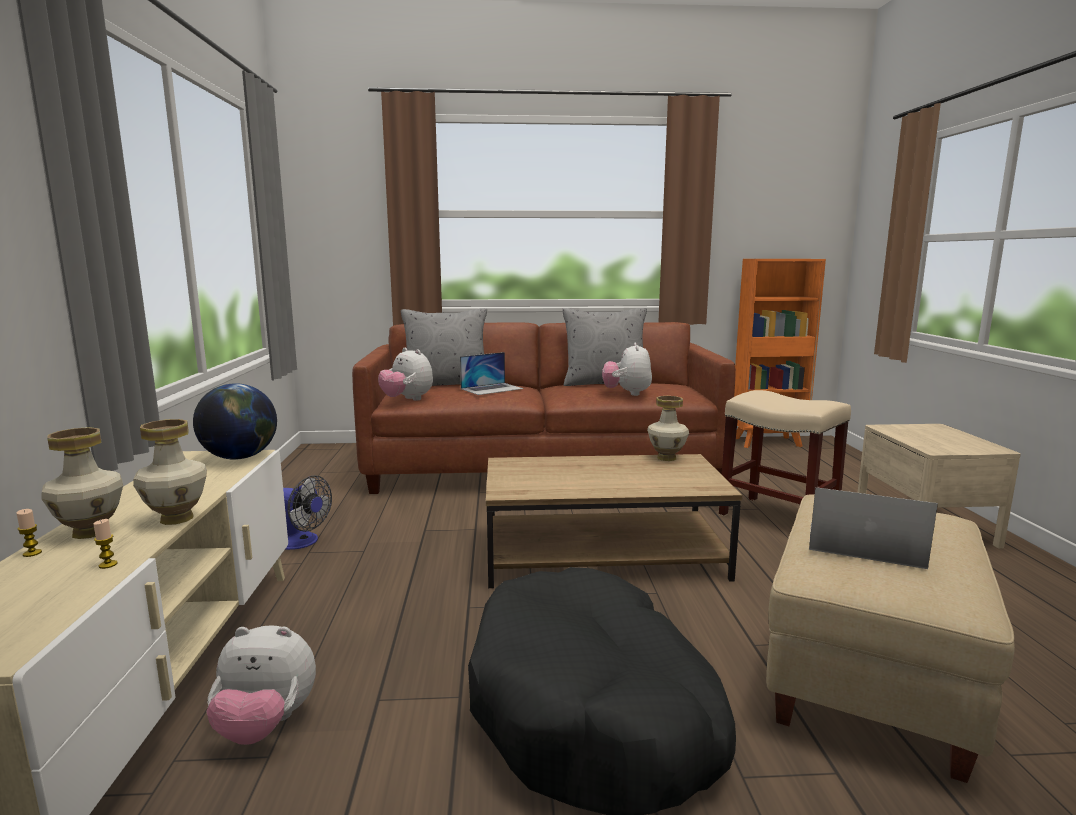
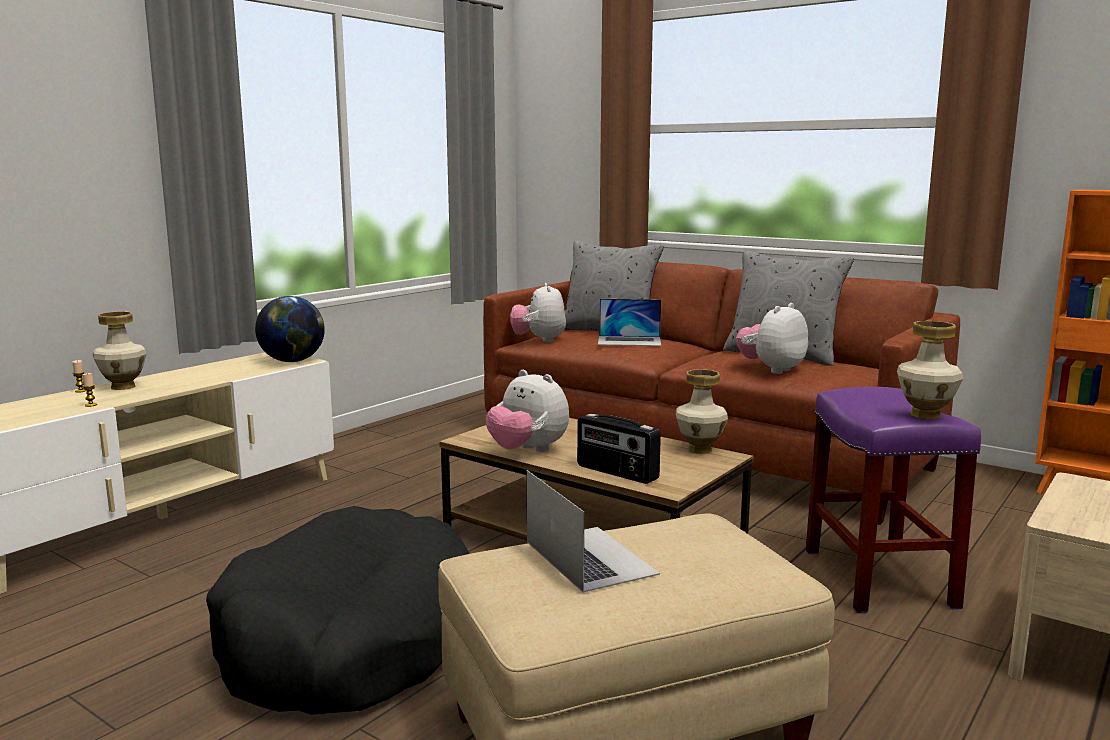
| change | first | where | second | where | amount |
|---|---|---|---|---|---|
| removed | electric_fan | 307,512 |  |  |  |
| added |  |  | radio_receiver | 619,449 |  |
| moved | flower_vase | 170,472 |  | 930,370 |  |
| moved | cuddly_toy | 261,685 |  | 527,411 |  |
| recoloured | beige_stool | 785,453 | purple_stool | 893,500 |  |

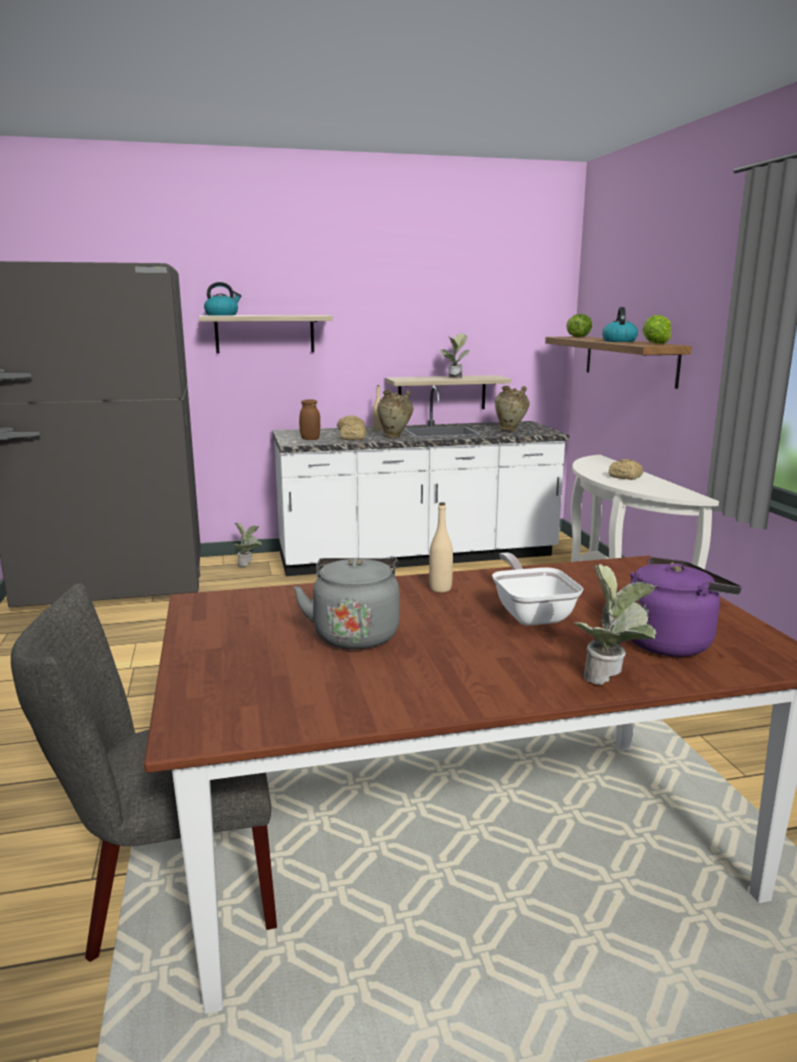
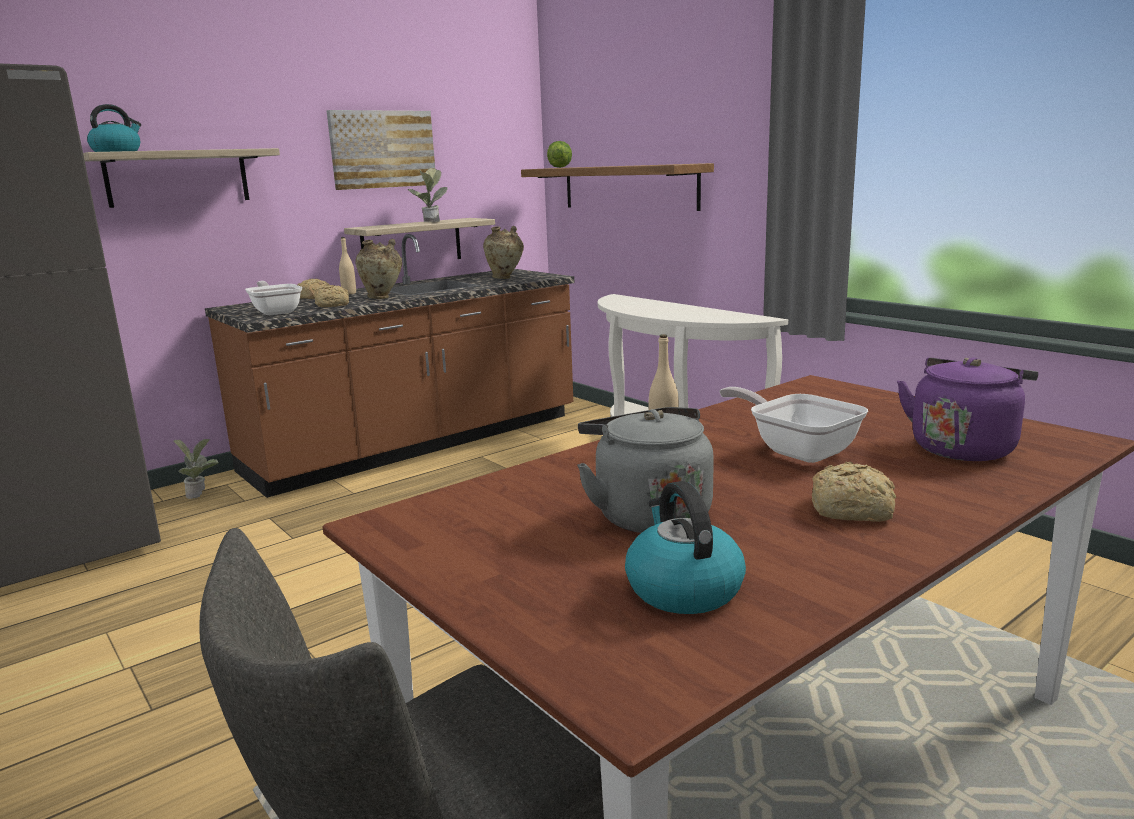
| change | first | where | second | where | amount |
|---|---|---|---|---|---|
| removed | houseplant | 615,624 |  |  |  |
| removed | lettuce_head | 656,329 |  |  |  |
| added |  |  | picture | 382,150 |  |
| moved | water_kettle | 620,324 |  | 685,547 |  |
| moved | bread | 626,469 |  | 854,492 |  |
| replaced | brown_preserve_jar | 309,420 | pan | 273,298 |  |
| recoloured | white-coloured_kitchen_base_unit | 420,481 | brown_kitchen_base_unit | 389,366 |  |

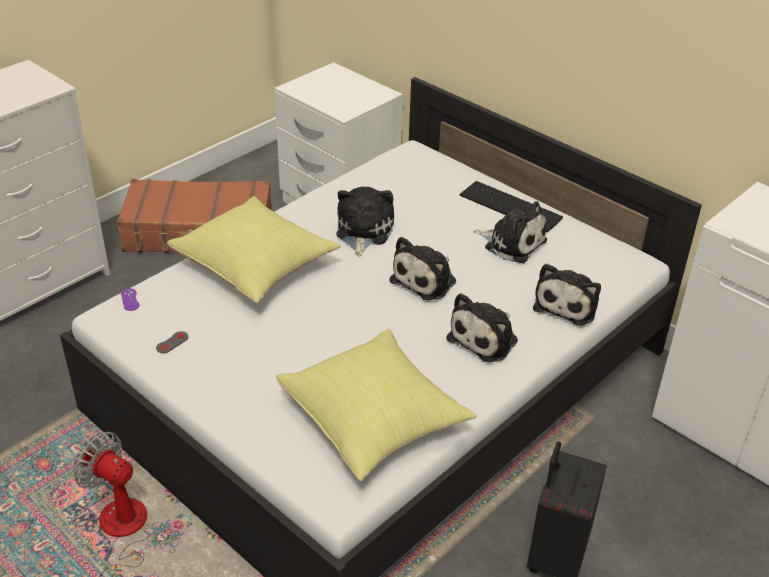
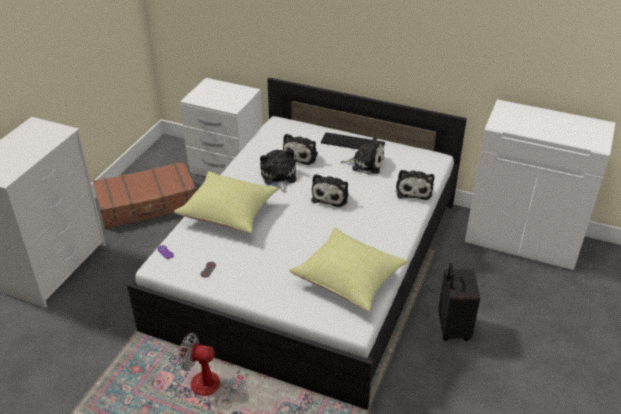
| change | first | where | second | where | amount |
|---|---|---|---|---|---|
| moved | cuddly_toy | 482,327 |  | 300,149 |  |

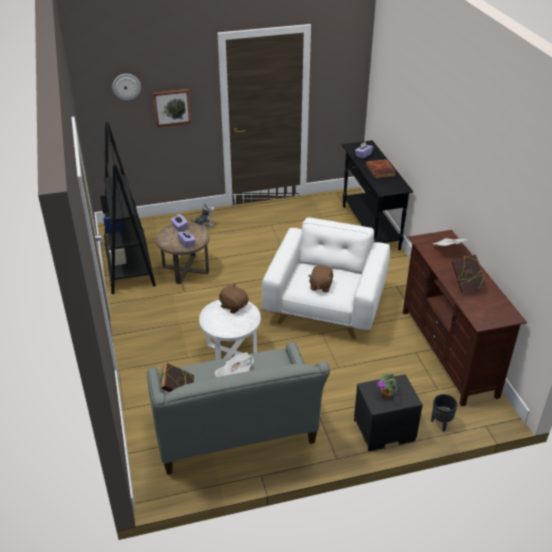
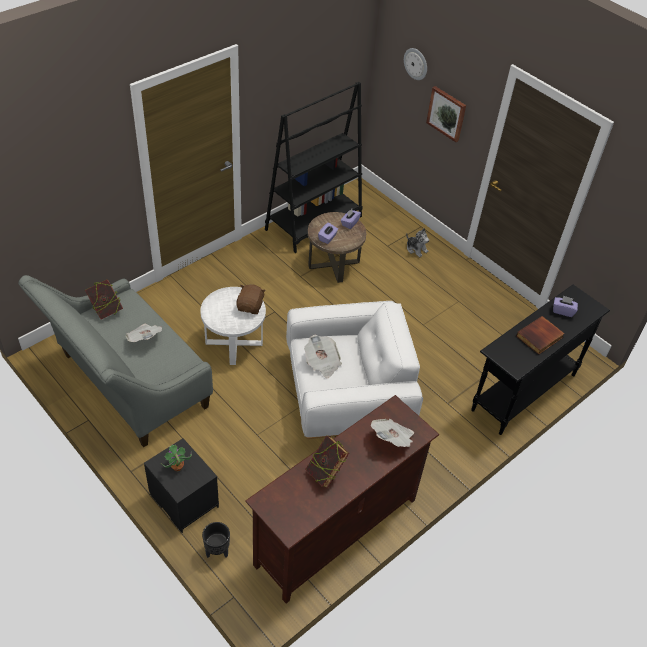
| change | first | where | second | where | amount |
|---|---|---|---|---|---|
| replaced | brown_cuddly_toy | 320,278 | daily_paper | 323,356 |  |

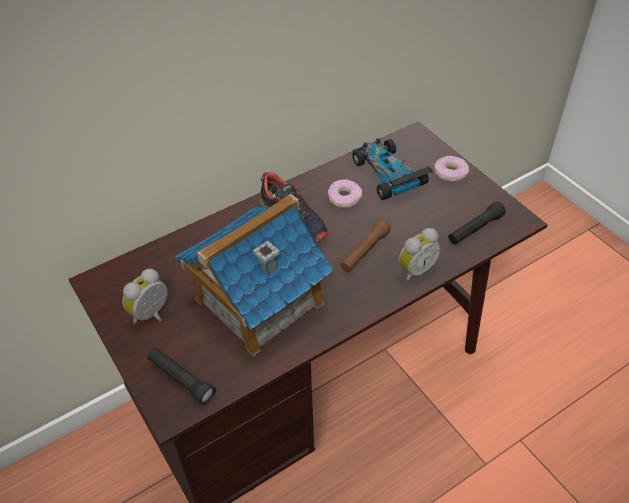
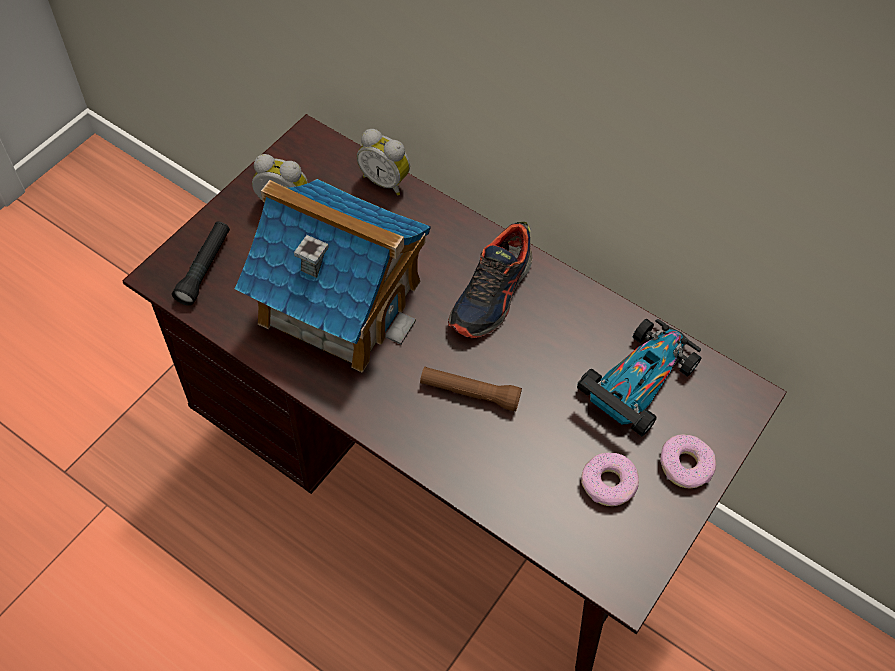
| change | first | where | second | where | amount |
|---|---|---|---|---|---|
| removed | black-coloured_flashlight | 477,223 |  |  |  |
| moved | doughnut | 345,193 |  | 610,479 |  |
| moved | bedside_clock | 420,255 |  | 383,162 |  |

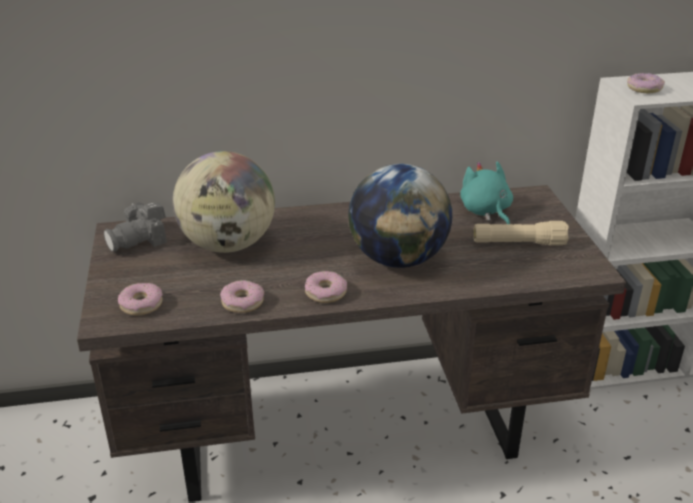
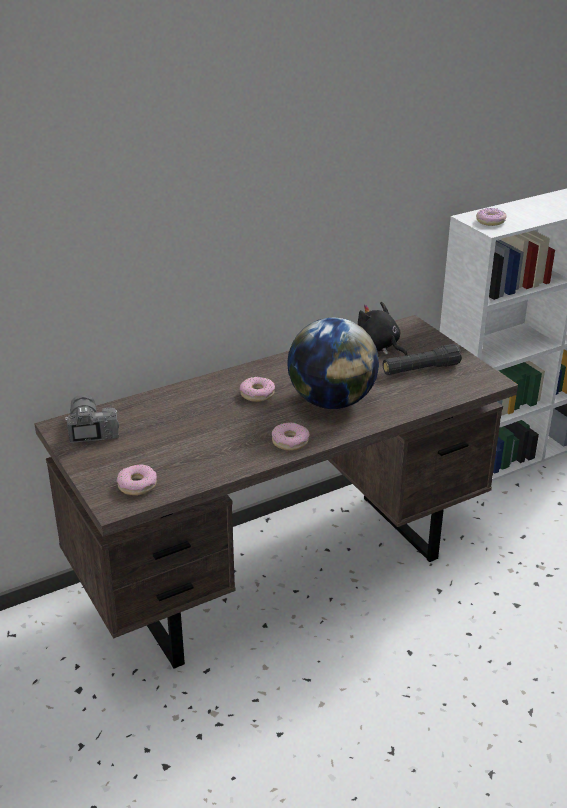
| change | first | where | second | where | amount |
|---|---|---|---|---|---|
| removed | desk_globe | 224,202 |  |  |  |
| moved | doughnut | 242,296 |  | 257,389 |  |
| recoloured | turquoise-coloured_cuddly_toy | 486,192 | black-coloured_cuddly_toy | 382,329 |  |
| recoloured | beige_flashlight | 521,233 | black-coloured_flashlight | 422,359 |  |
| turned | photo_camera | 135,227 |  | 92,419 | 135 degrees clockwise |

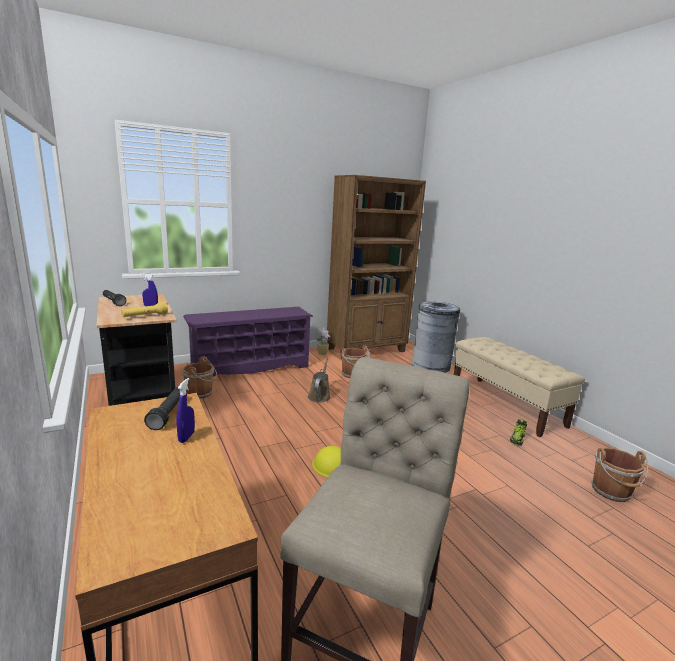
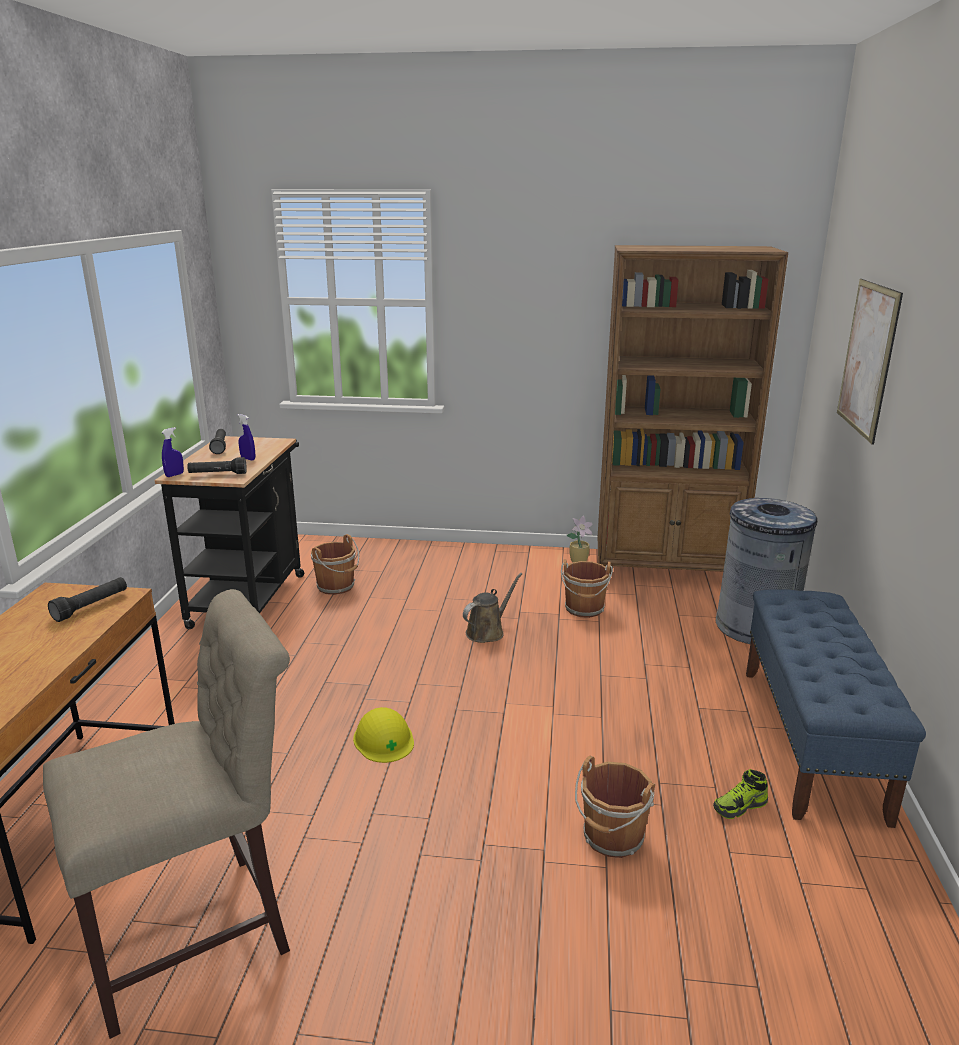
| change | first | where | second | where | amount |
|---|---|---|---|---|---|
| removed | purple_shoe_stand | 248,341 |  |  |  |
| added |  |  | picture | 870,362 |  |
| moved | bluish_hand_sprayer | 185,410 |  | 172,452 |  |
| moved | brown_bucket | 620,475 |  | 615,807 |  |
| recoloured | yellowish_flashlight | 144,309 | black-coloured_flashlight | 217,465 |  |
| recoloured | beige_long_seat | 519,387 | bluish_long_seat | 836,708 |  |

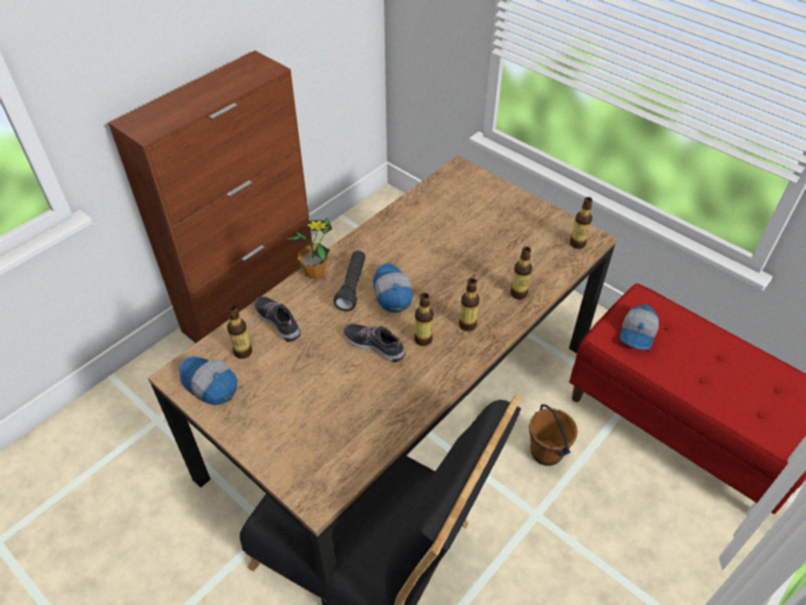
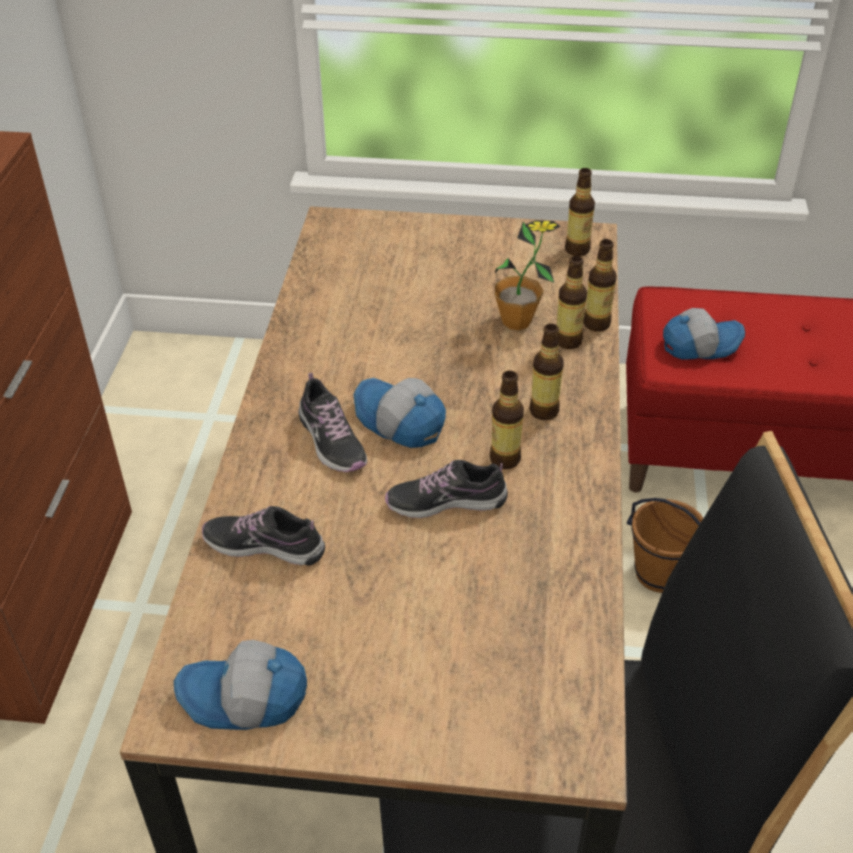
| change | first | where | second | where | amount |
|---|---|---|---|---|---|
| moved | drink_bottle | 239,332 |  | 600,285 |  |
| moved | houseplant | 309,248 |  | 528,275 |  |
| replaced | black-coloured_flashlight | 349,281 | item_of_footwear | 333,422 |  |
| turned | peaked_cap | 639,327 |  | 704,334 | 90 degrees counterclockwise |

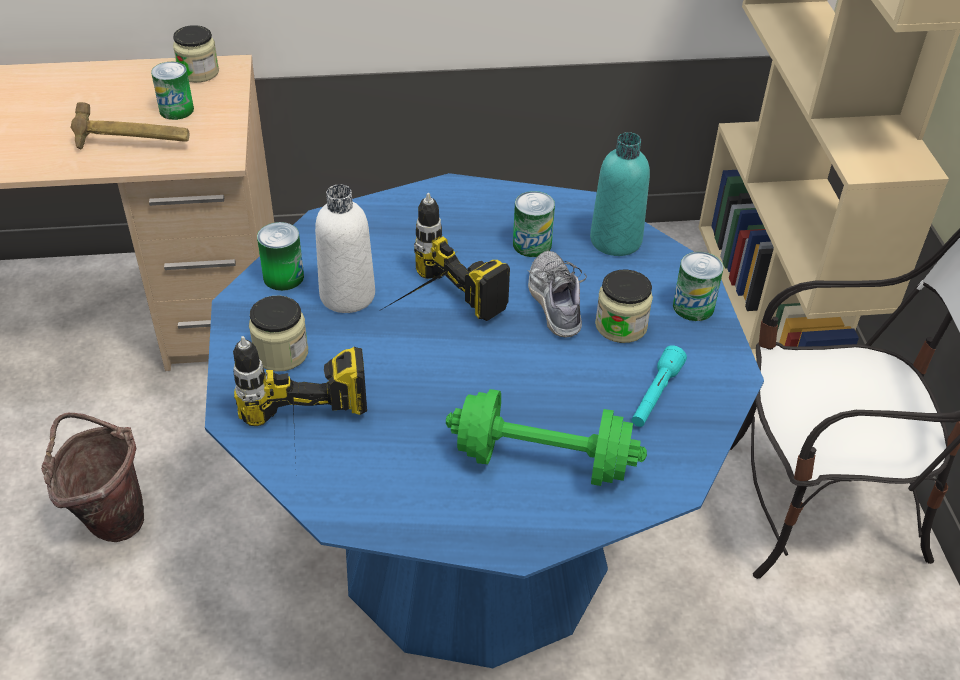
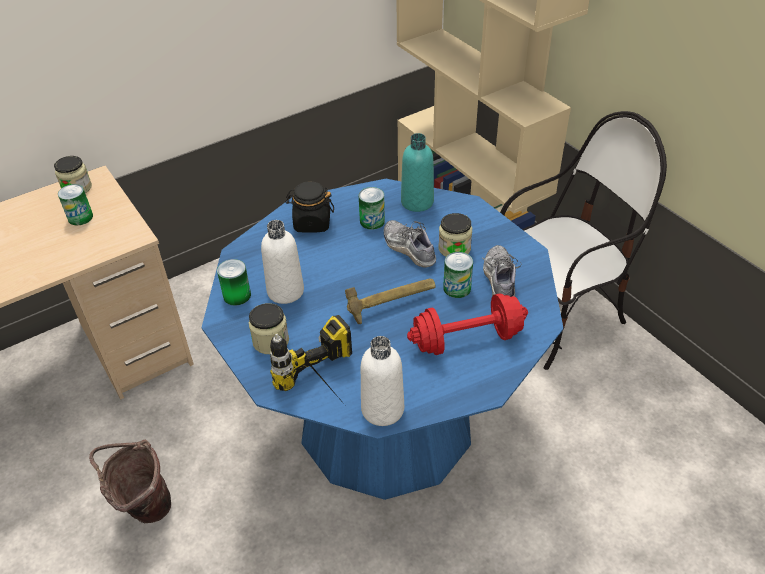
| change | first | where | second | where | amount |
|---|---|---|---|---|---|
| removed | power_drill | 444,257 |  |  |  |
| added |  |  | black-coloured_preserve_jar | 310,207 |  |
| added |  |  | white-coloured_drink_bottle | 382,381 |  |
| moved | hand_hammer | 130,126 |  | 390,301 |  |
| moved | sealed_can | 698,286 |  | 458,275 |  |
| replaced | turquoise-coloured_flashlight | 659,386 | item_of_footwear | 502,271 |  |
| recoloured | greenish_hand_weight | 546,437 | red_hand_weight | 467,324 |  |

